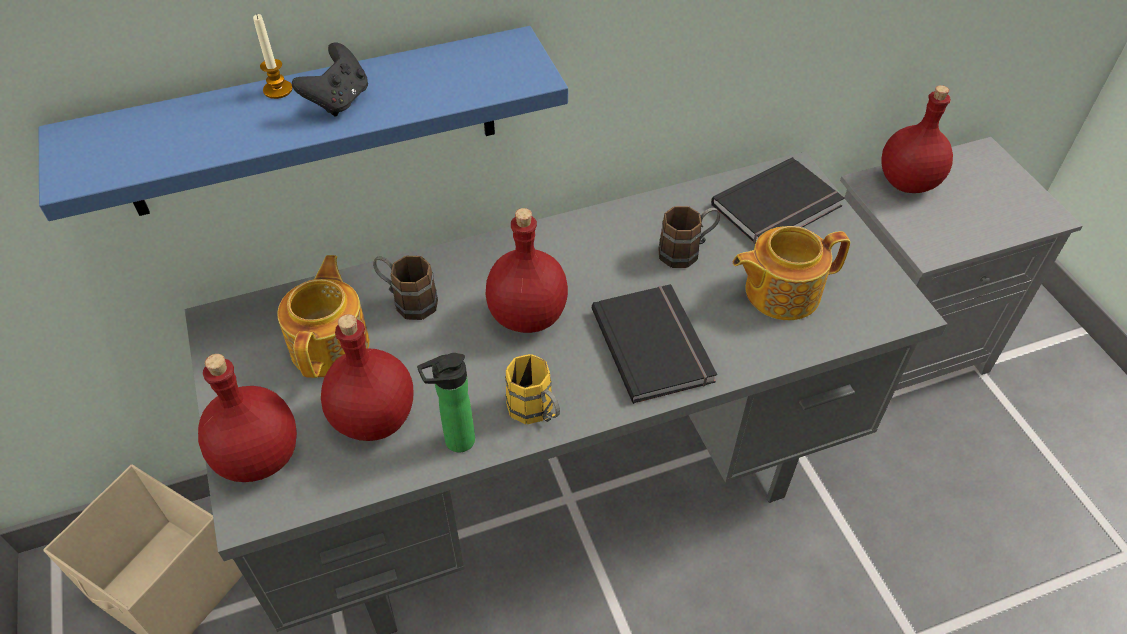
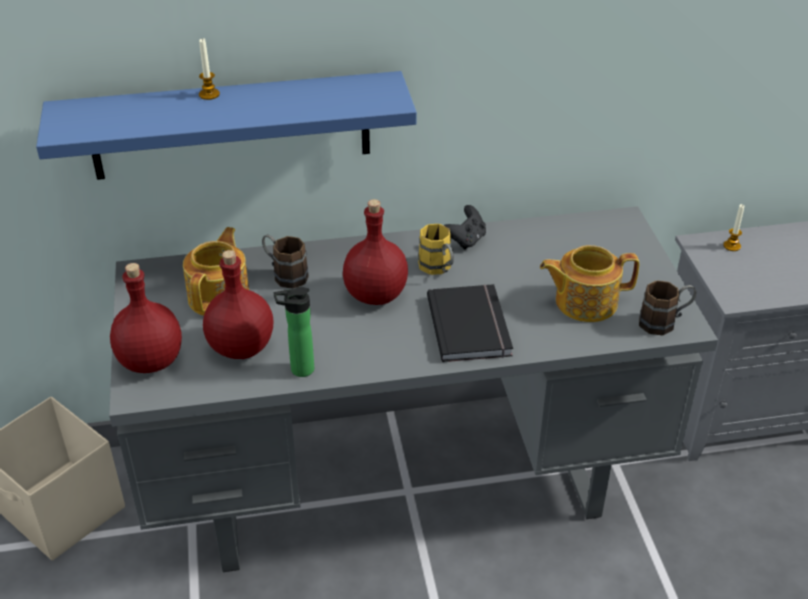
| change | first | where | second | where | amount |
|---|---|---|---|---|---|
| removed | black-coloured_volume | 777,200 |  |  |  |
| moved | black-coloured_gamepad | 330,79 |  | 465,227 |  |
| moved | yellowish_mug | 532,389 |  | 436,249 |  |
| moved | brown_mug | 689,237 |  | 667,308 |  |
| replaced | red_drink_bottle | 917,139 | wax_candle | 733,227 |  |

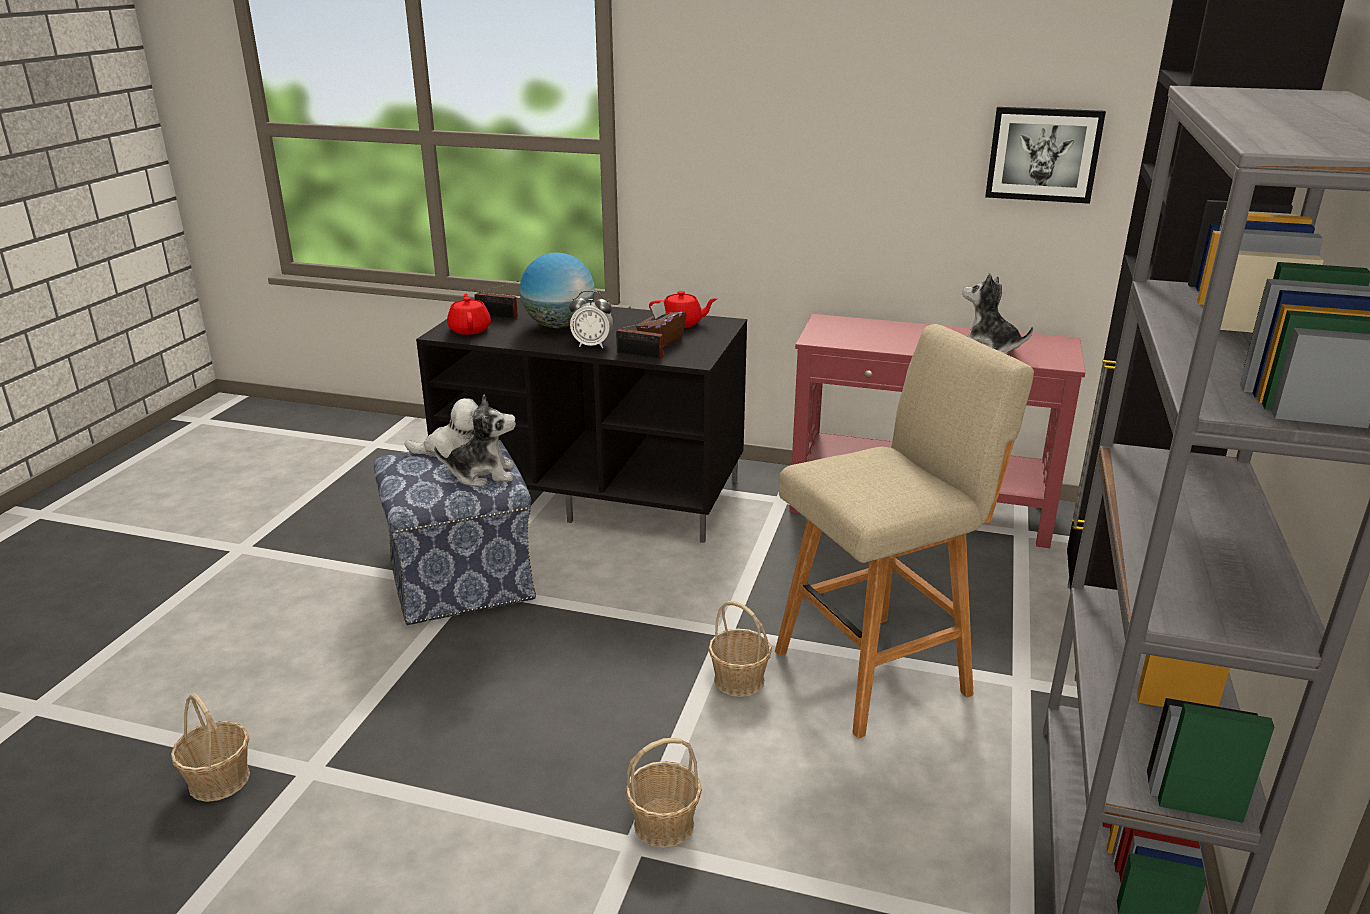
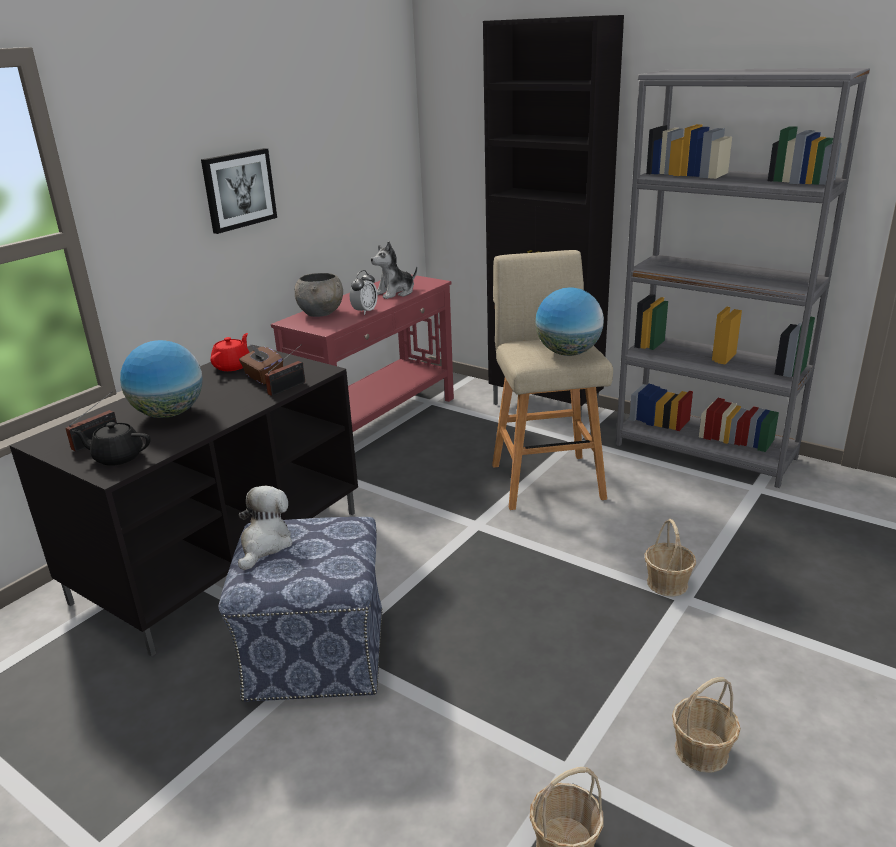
| change | first | where | second | where | amount |
|---|---|---|---|---|---|
| removed | cuddly_toy | 475,440 |  |  |  |
| added |  |  | greyish_deep_dish | 319,295 |  |
| added |  |  | desk_globe | 569,321 |  |
| moved | bedside_clock | 591,319 |  | 364,292 |  |
| moved | household_basket | 740,649 |  | 706,725 |  |
| moved | picture | 1045,155 |  | 239,191 |  |
| recoloured | red_teapot | 469,314 | black-coloured_teapot | 111,444 |  |

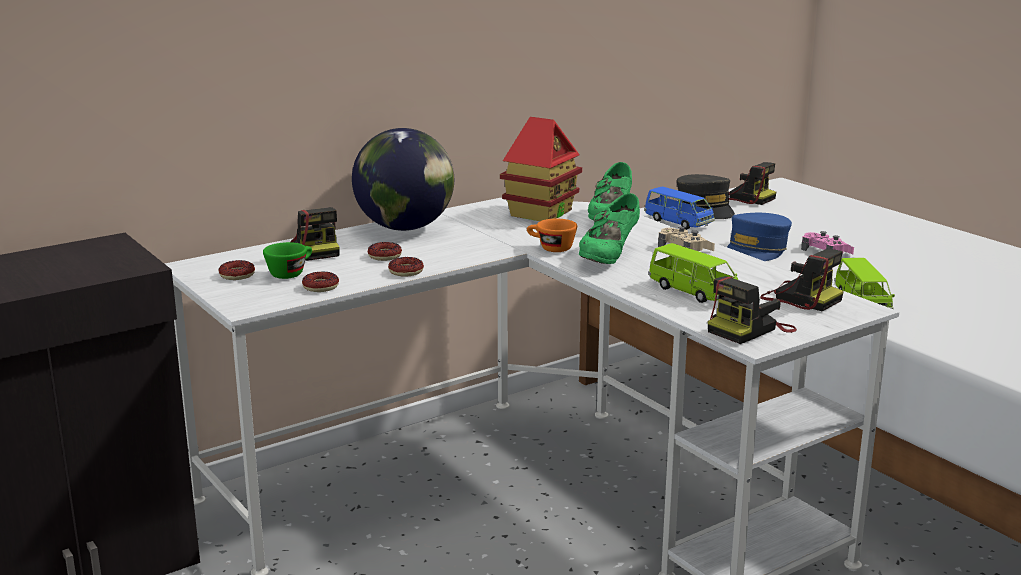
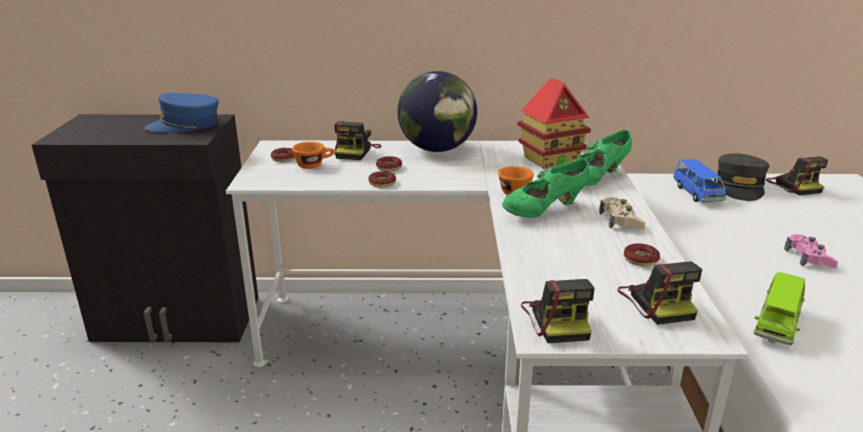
| change | first | where | second | where | amount |
|---|---|---|---|---|---|
| removed | greenish_toy_car | 693,273 |  |  |  |
| moved | doughnut | 320,282 |  | 642,255 |  |
| moved | bluish_peaked_cap | 759,237 |  | 181,113 |  |
| recoloured | greenish_small_cup | 287,260 | orange-coloured_small_cup | 313,155 |  |
| turned | photo_camera | 752,310 |  | 558,311 | 90 degrees counterclockwise |

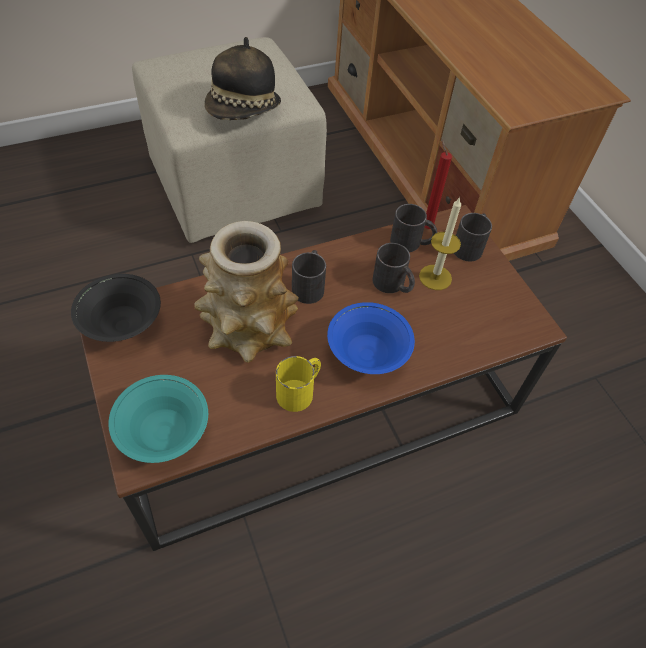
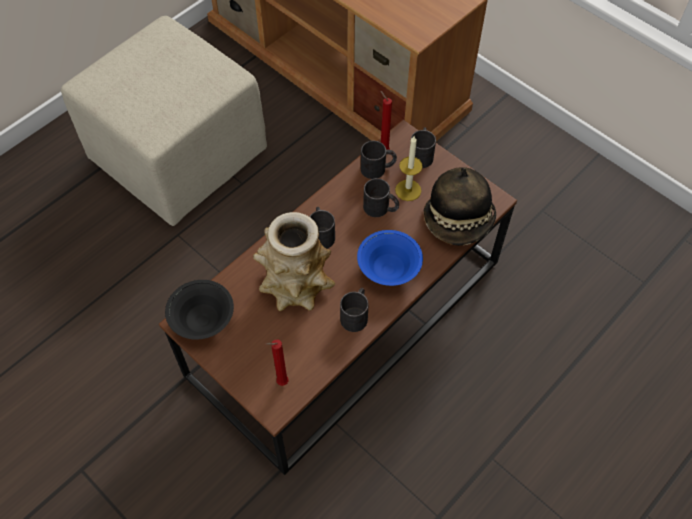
| change | first | where | second | where | amount |
|---|---|---|---|---|---|
| moved | wearable_hat | 242,78 |  | 460,206 |  |
| replaced | turquoise-coloured_deep_dish | 158,419 | red_wax_candle | 277,362 |  |
| recoloured | yellowish_mug | 298,384 | black-coloured_mug | 354,310 |  |

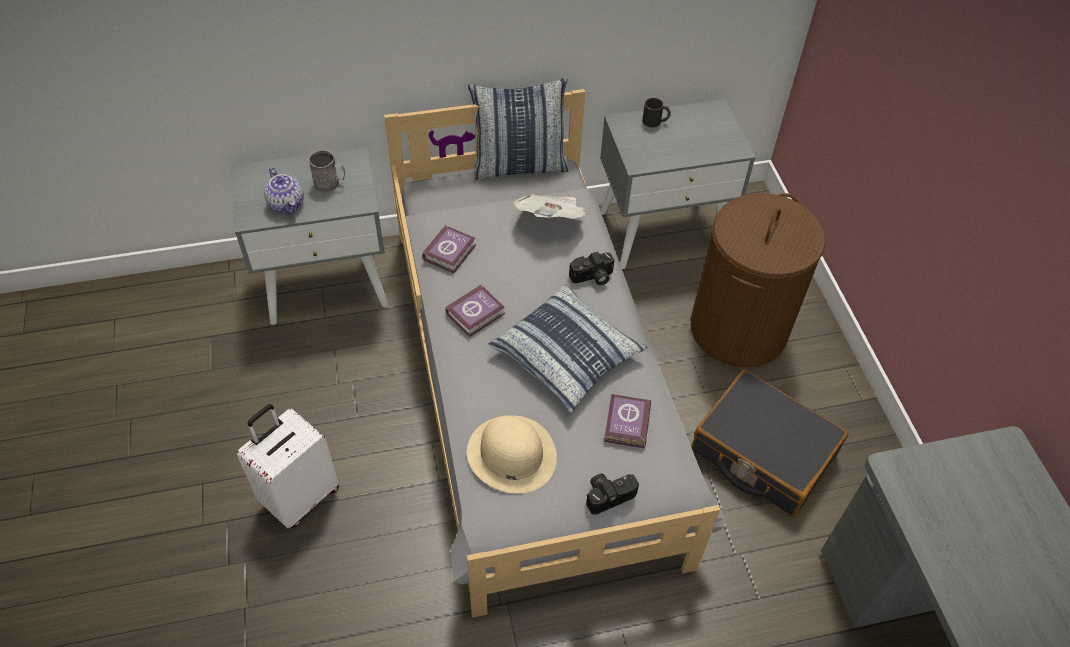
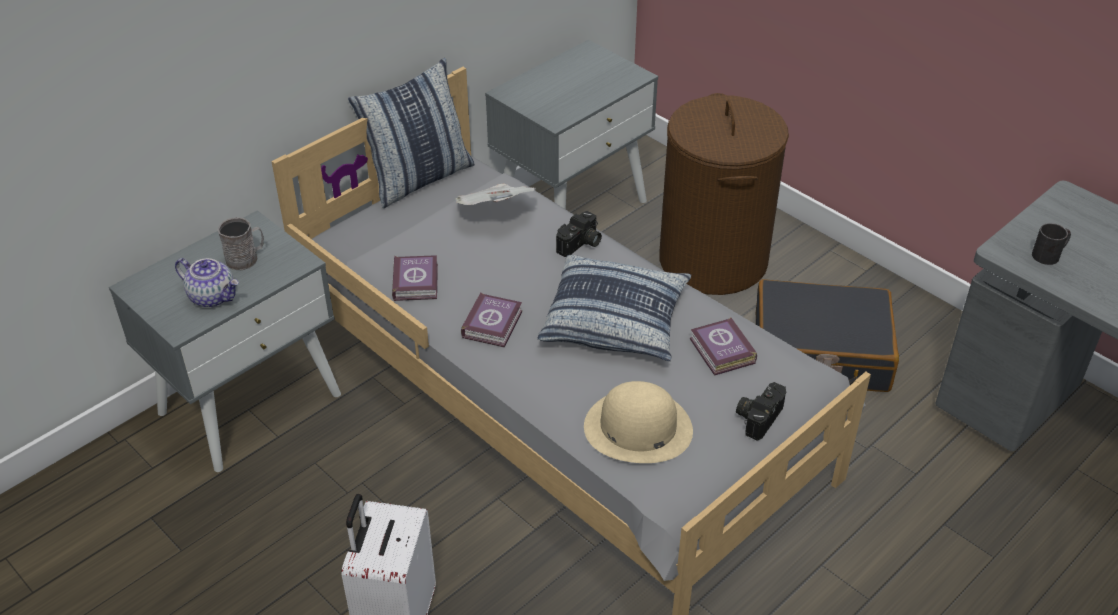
| change | first | where | second | where | amount |
|---|---|---|---|---|---|
| moved | black-coloured_mug | 656,113 |  | 1051,244 |  |

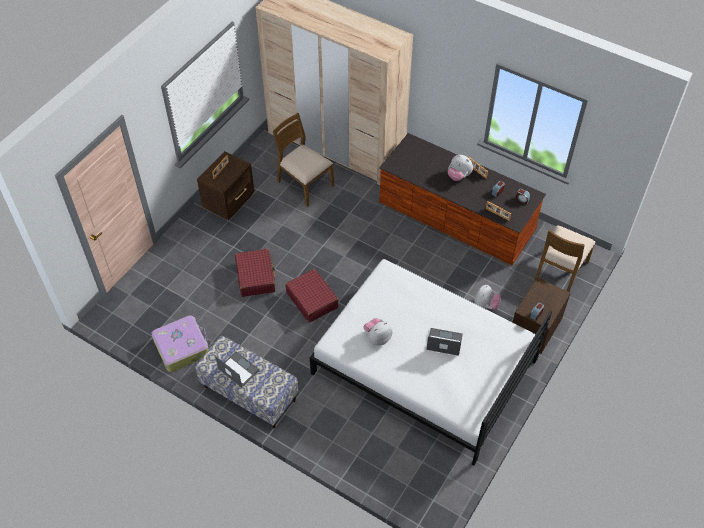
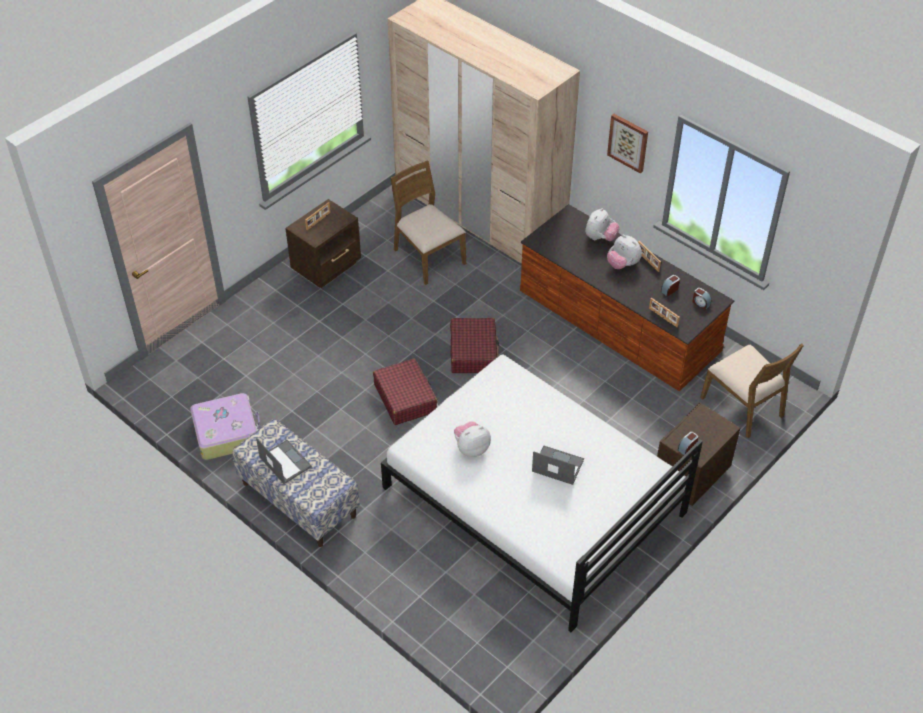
| change | first | where | second | where | amount |
|---|---|---|---|---|---|
| added |  |  | picture | 627,144 |  |
| moved | red_piece_of_luggage | 255,273 |  | 474,345 |  |
| moved | cuddly_toy | 487,297 |  | 602,224 |  |
| turned | brown_plain_chair | 565,259 |  | 752,391 | 75 degrees counterclockwise |

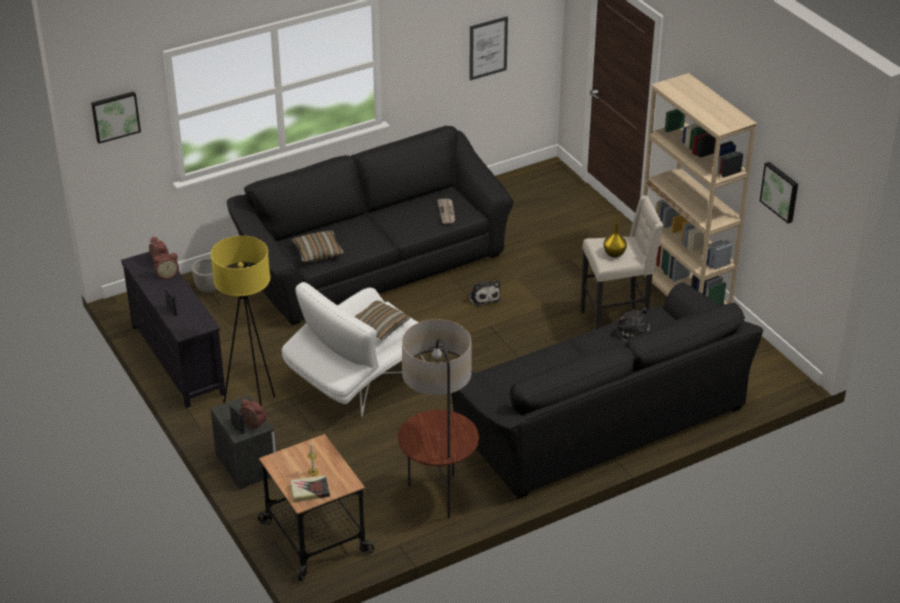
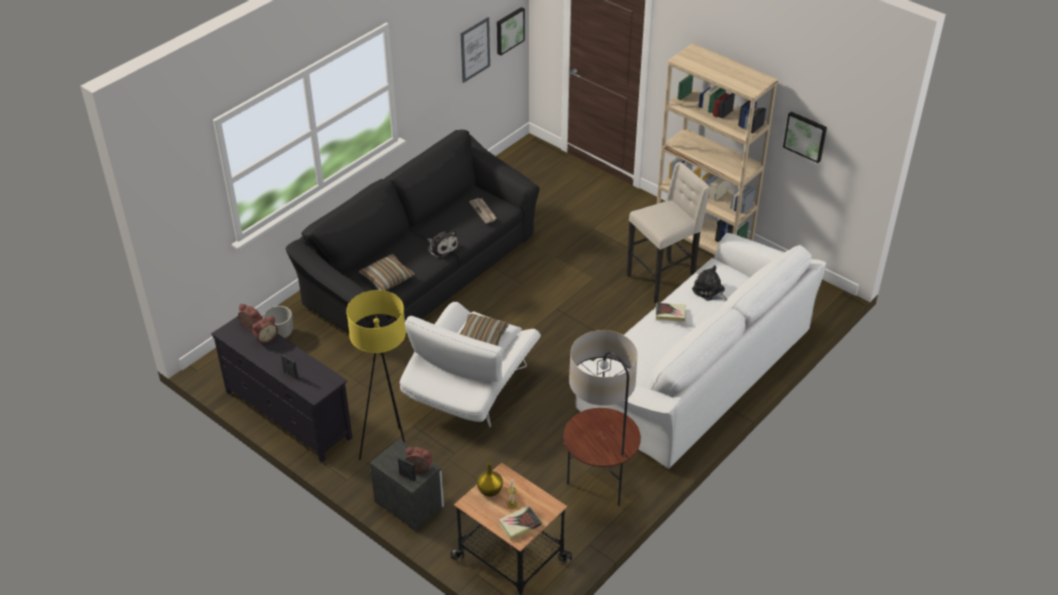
| change | first | where | second | where | amount |
|---|---|---|---|---|---|
| added |  |  | volume | 671,312 |  |
| moved | picture | 116,117 |  | 511,31 |  |
| moved | cuddly_toy | 485,293 |  | 443,244 |  |
| moved | yellowish_flower_vase | 615,240 |  | 490,479 |  |
| recoloured | black-coloured_settee | 607,391 | white-coloured_settee | 701,351 |  |

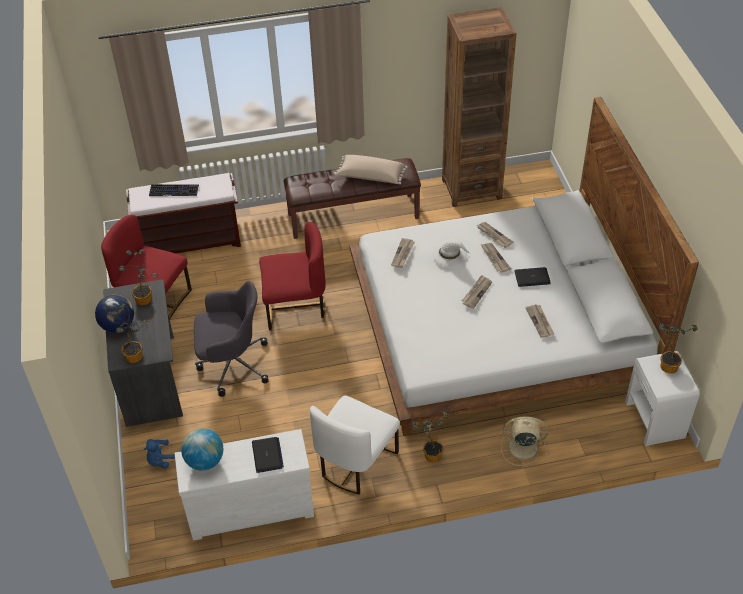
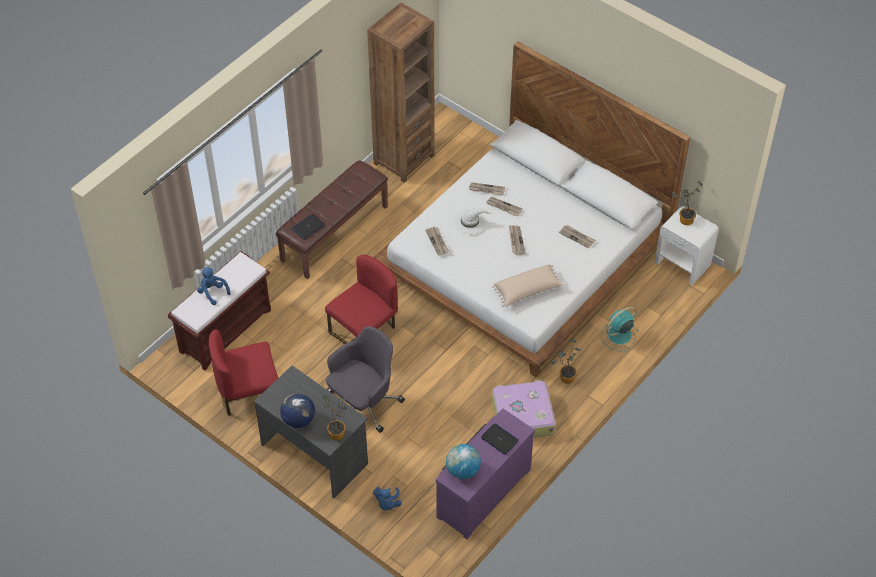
| change | first | where | second | where | amount |
|---|---|---|---|---|---|
| removed | houseplant | 138,277 |  |  |  |
| moved | beige_throw_pillow | 371,170 |  | 528,285 |  |
| moved | laptop | 532,277 |  | 308,227 |  |
| replaced | PC_keyboard | 174,190 | bluish_cuddly_toy | 214,286 |  |
| replaced | white-coloured_plain_chair | 355,444 | piece_of_luggage | 523,409 |  |
| recoloured | white-coloured_chest_of_drawers | 244,485 | purple_chest_of_drawers | 485,474 |  |
| recoloured | beige_electric_fan | 524,441 | turquoise-coloured_electric_fan | 620,329 |  |

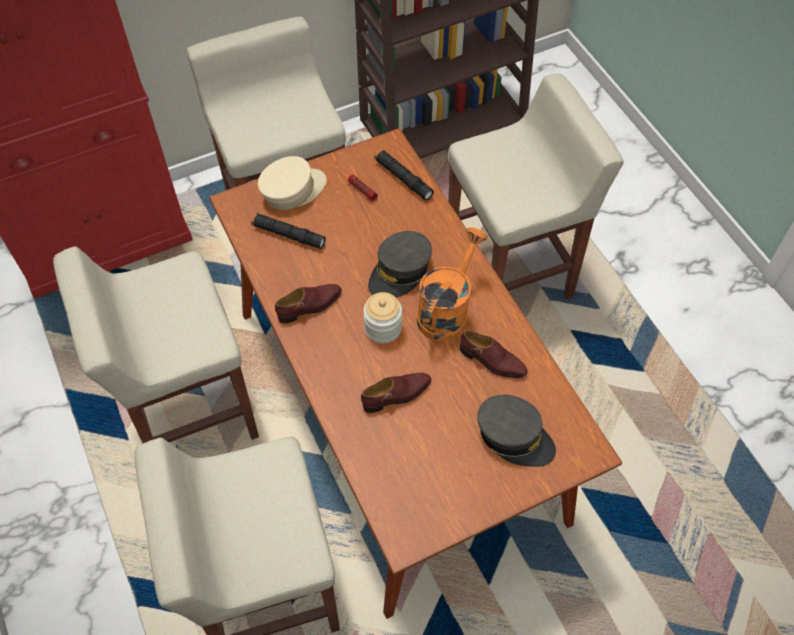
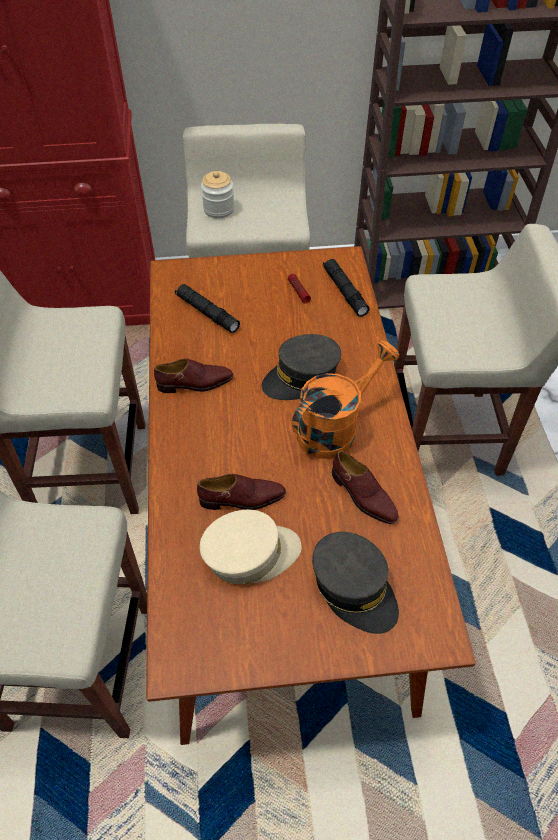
| change | first | where | second | where | amount |
|---|---|---|---|---|---|
| moved | beige_peaked_cap | 292,183 |  | 251,547 |  |
| moved | preserve_jar | 382,318 |  | 218,195 |  |

